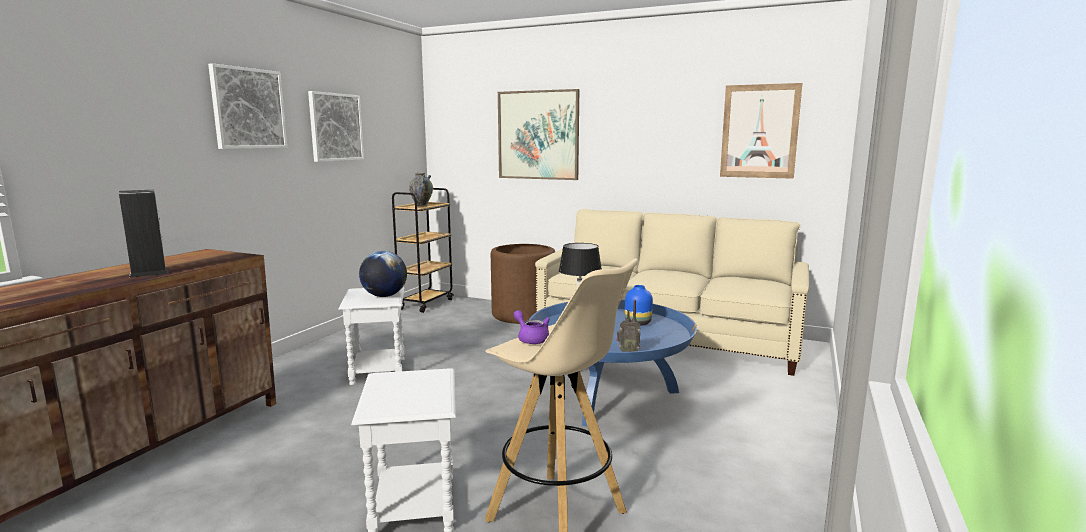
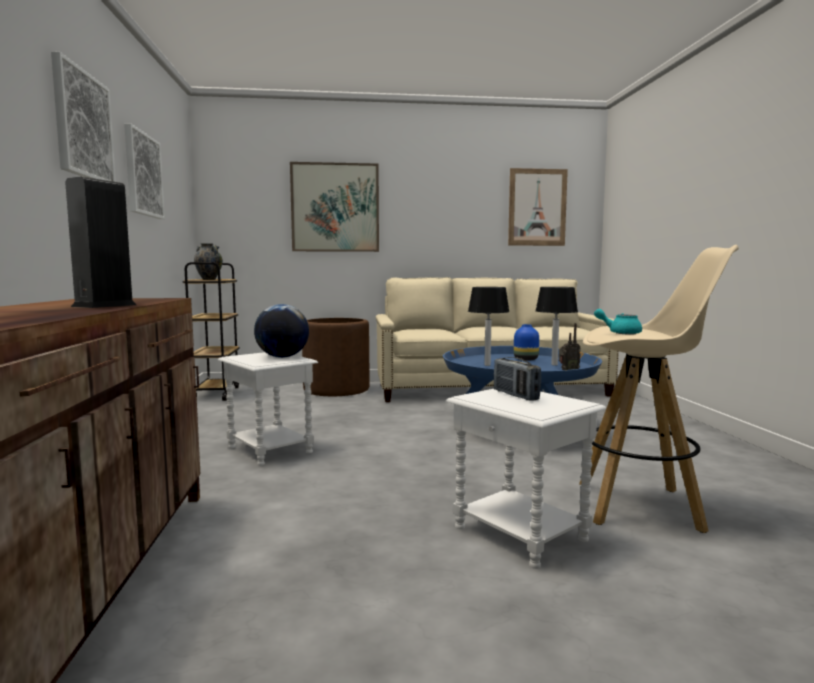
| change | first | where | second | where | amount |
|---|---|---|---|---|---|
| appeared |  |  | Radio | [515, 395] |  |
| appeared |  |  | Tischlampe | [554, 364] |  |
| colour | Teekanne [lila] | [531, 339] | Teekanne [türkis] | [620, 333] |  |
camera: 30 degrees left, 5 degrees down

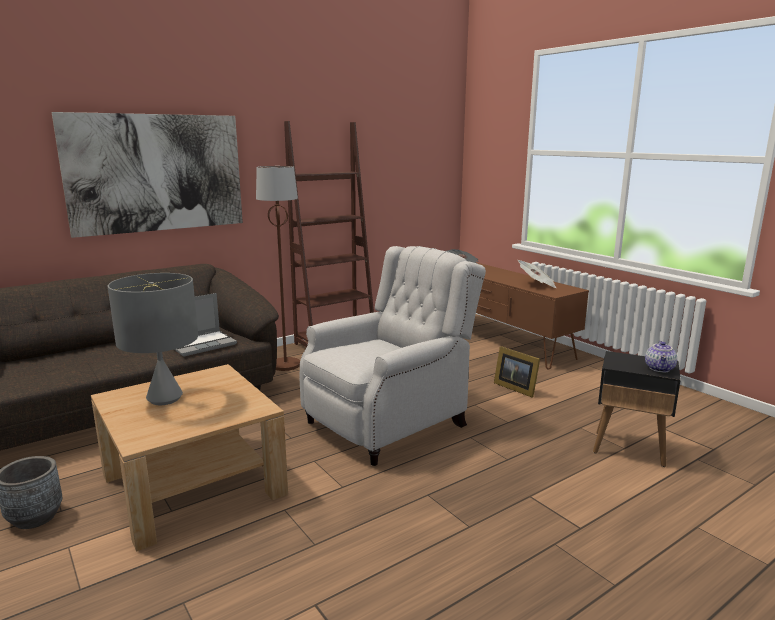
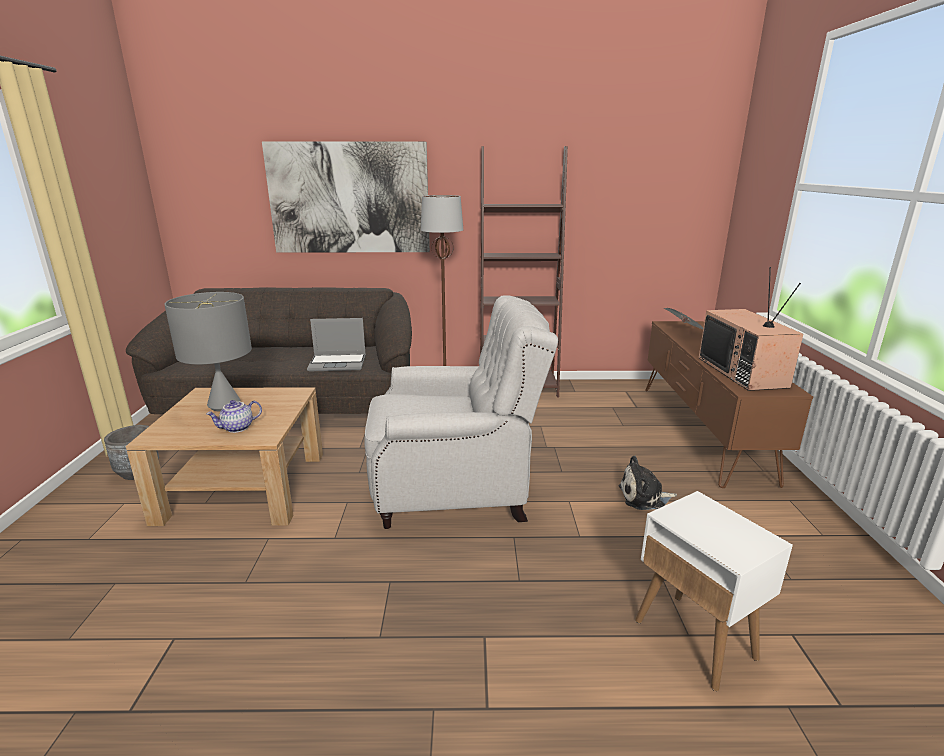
| change | first | where | second | where | amount |
|---|---|---|---|---|---|
| relocated | Teekanne | [660, 369] |  | [237, 428] |  |
| exchanged | Bilderrahmen | [515, 387] | Plüschtier | [644, 497] |  |
| exchanged | Zeitung | [537, 284] | Fernseher | [744, 372] |  |
| colour | Beistelltisch [schwarz] | [630, 449] | Beistelltisch [weiß] | [695, 640] |  |
camera: 35 degrees right, 5 degrees up

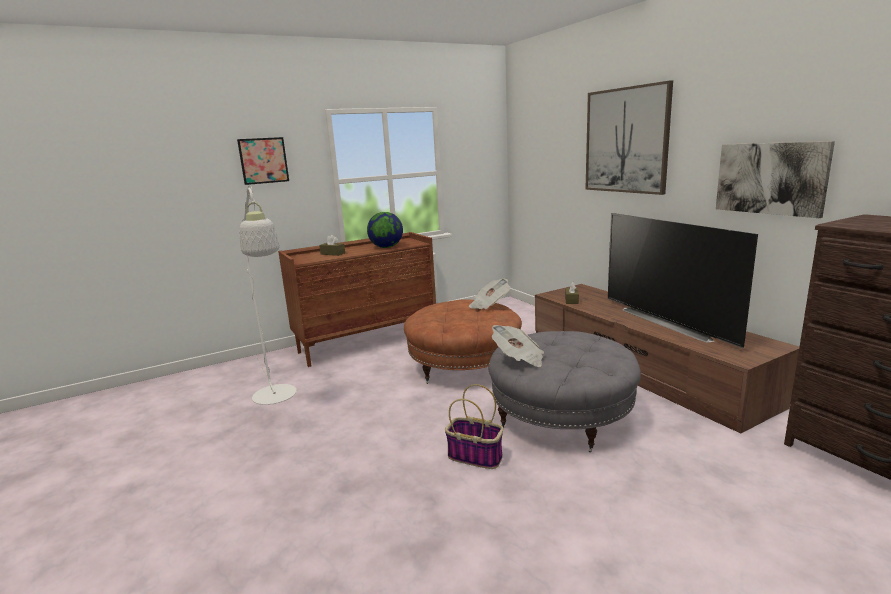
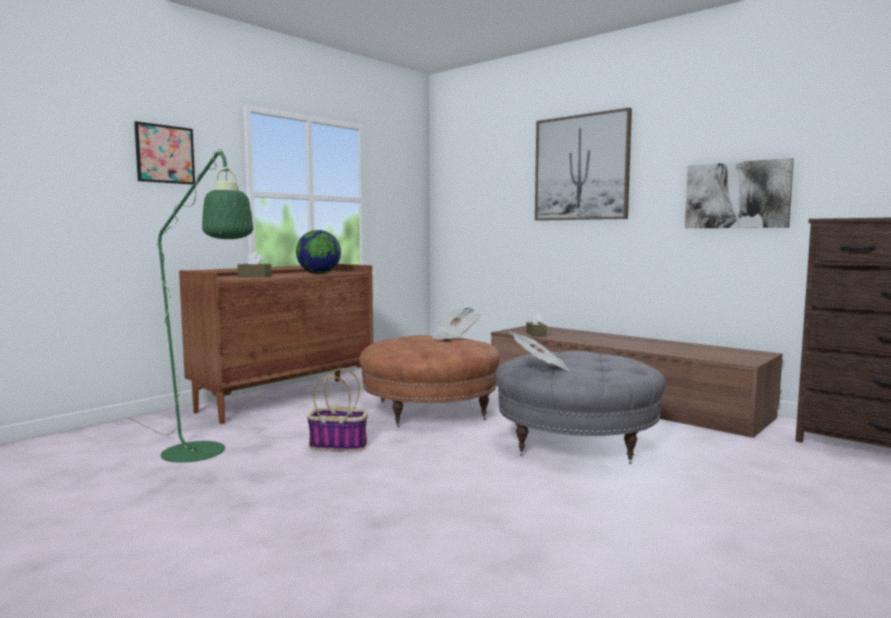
| change | first | where | second | where | amount |
|---|---|---|---|---|---|
| missing | Fernseher | [670, 322] |  |  |  |
| relocated | Korb | [476, 456] |  | [339, 445] |  |
| colour | Stehlampe [weiß] | [277, 398] | Stehlampe [grün] | [202, 455] |  |
camera: 20 degrees left, 10 degrees down

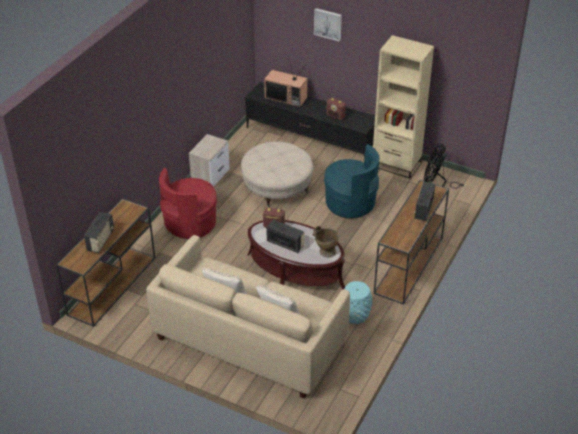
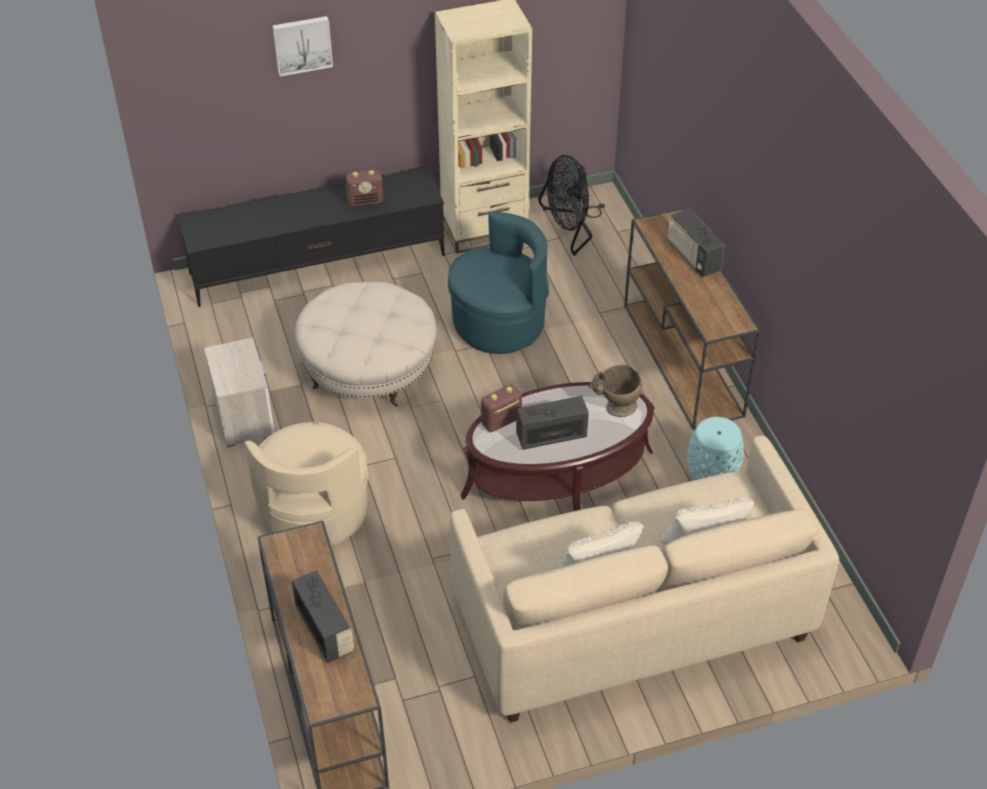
| change | first | where | second | where | amount |
|---|---|---|---|---|---|
| missing | Fernseher | [286, 97] |  |  |  |
| colour | Sessel [rot] | [190, 223] | Sessel [beige] | [314, 512] |  |
camera: 45 degrees left, 5 degrees up

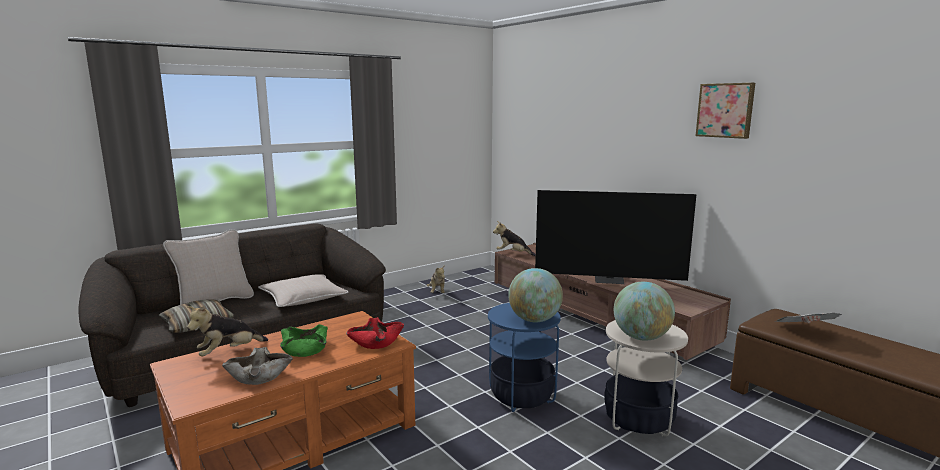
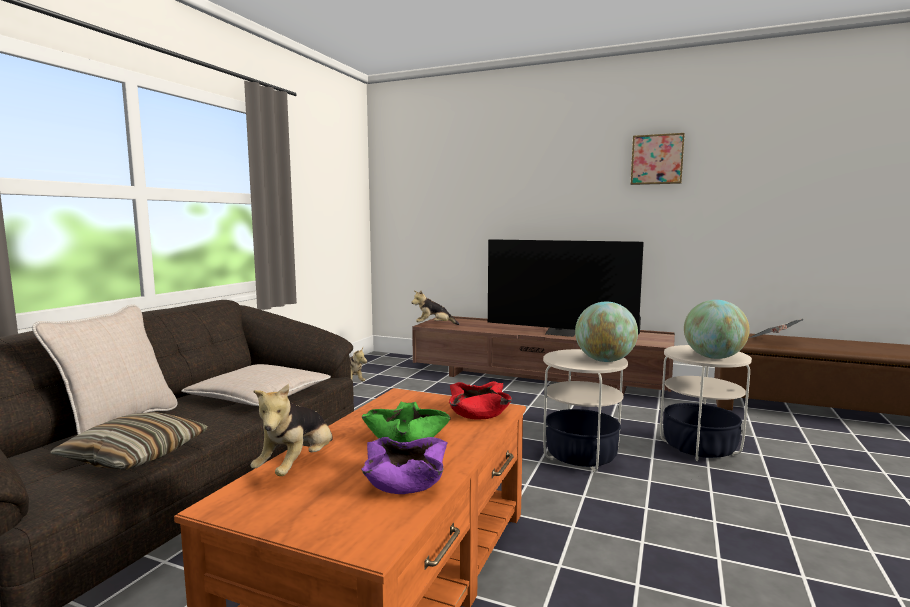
| change | first | where | second | where | amount |
|---|---|---|---|---|---|
| colour | Schüssel [beige] | [259, 375] | Schüssel [lila] | [404, 479] |  |
| colour | Beistelltisch [blau] | [521, 397] | Beistelltisch [beige] | [580, 457] |  |
| spun | Fernseher | [609, 280] |  | [561, 333] | 45 degrees clockwise |
camera: 30 degrees left, 5 degrees down

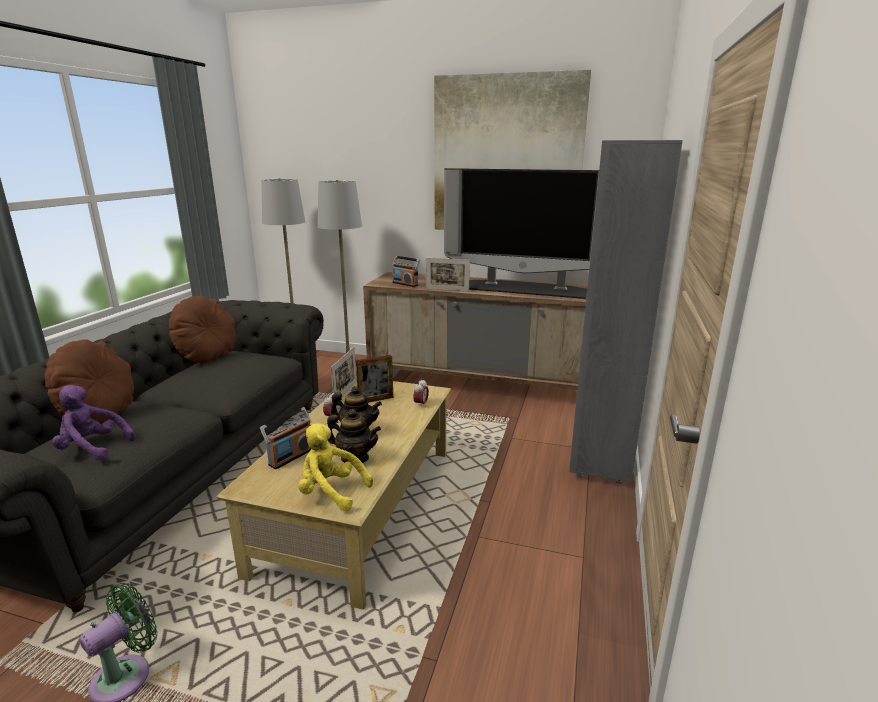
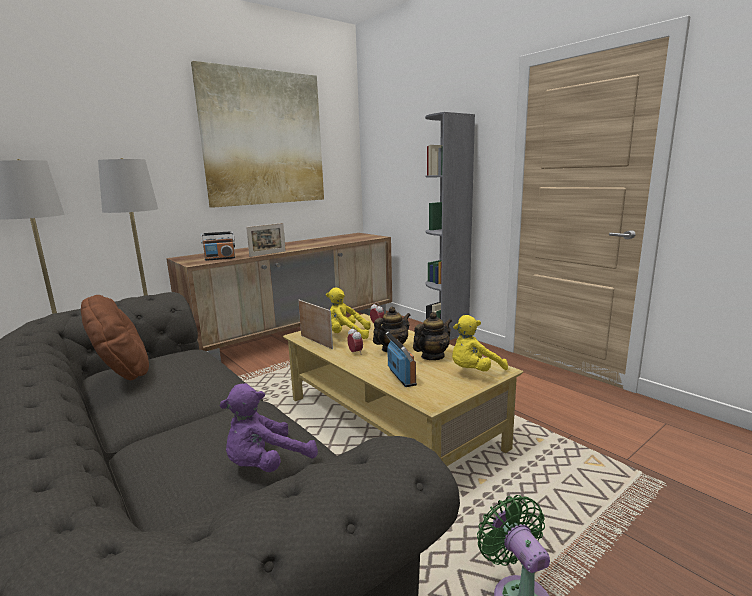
| change | first | where | second | where | amount |
|---|---|---|---|---|---|
| missing | Kissen [braun] | [100, 417] |  |  |  |
| missing | Fernseher | [524, 289] |  |  |  |
| exchanged | Bilderrahmen | [375, 399] | Plüschtier [gelb] | [346, 335] |  |
camera: 55 degrees left, 5 degrees down

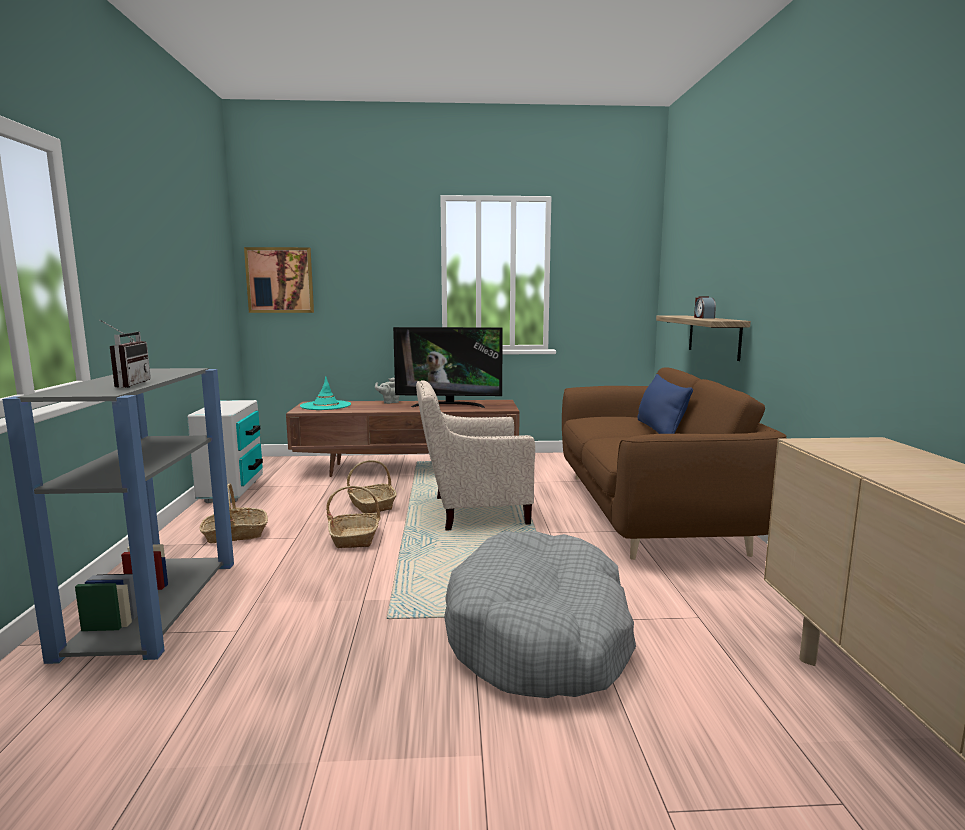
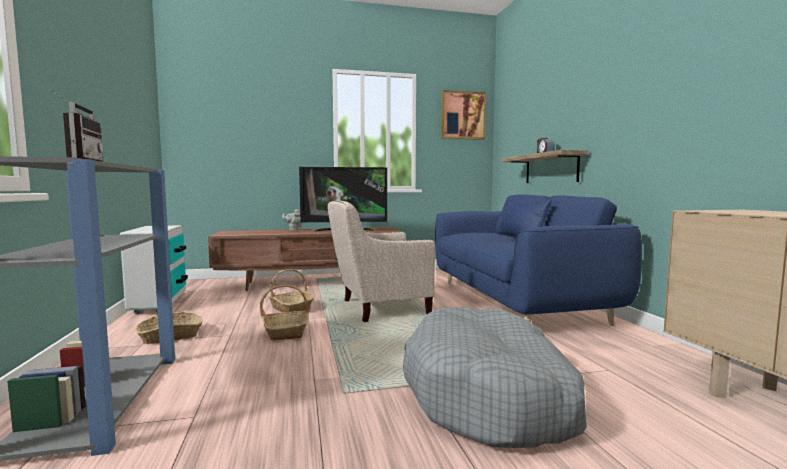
| change | first | where | second | where | amount |
|---|---|---|---|---|---|
| missing | Hut [türkis] | [325, 406] |  |  |  |
| relocated | Bild | [280, 280] |  | [463, 115] |  |
| colour | Sofa [braun] | [649, 510] | Sofa [blau] | [516, 301] |  |
camera: 10 degrees left, 5 degrees down

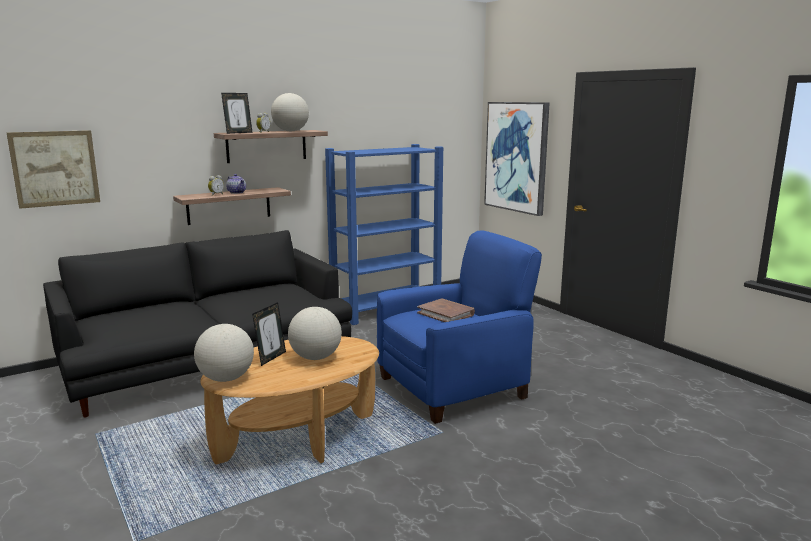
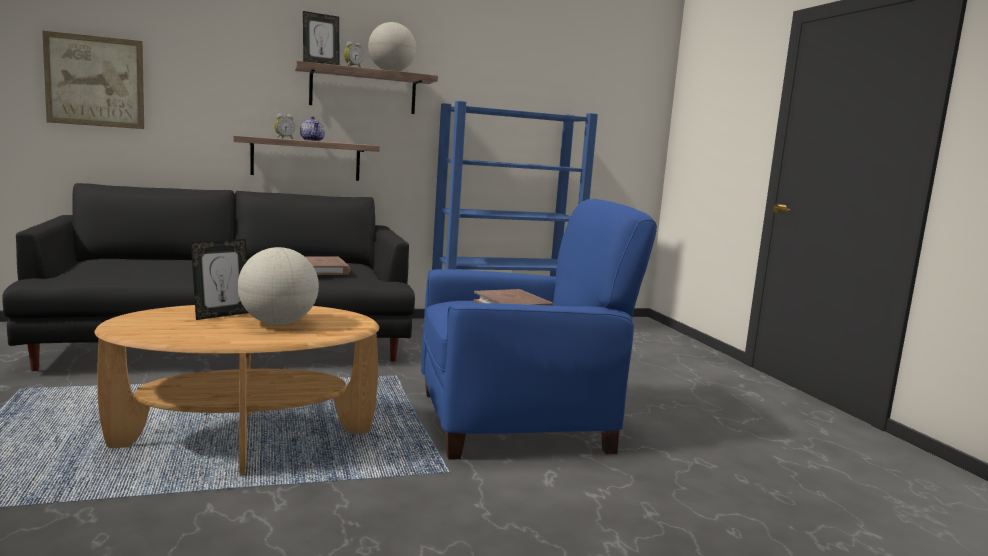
| change | first | where | second | where | amount |
|---|---|---|---|---|---|
| missing | Globus | [226, 379] |  |  |  |
| missing | Bild | [517, 157] |  |  |  |
| appeared |  |  | Buch [braun] | [322, 269] |  |
camera: 15 degrees right, 5 degrees down

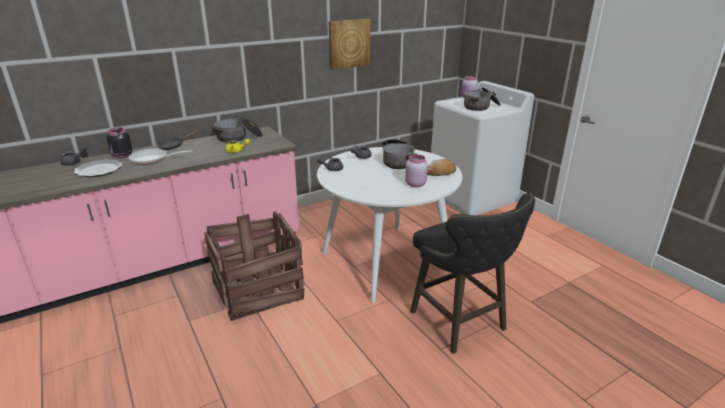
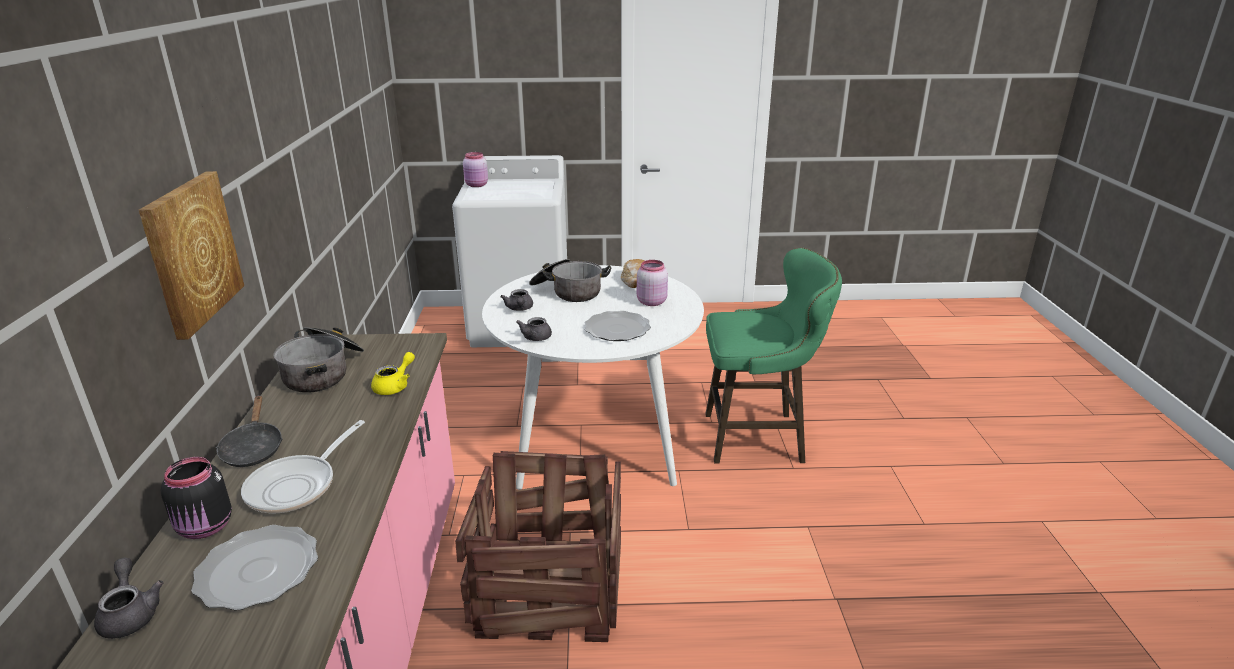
| change | first | where | second | where | amount |
|---|---|---|---|---|---|
| missing | Kochtopf | [481, 107] |  |  |  |
| appeared |  |  | Teller | [617, 329] |  |
| relocated | Bild | [349, 43] |  | [191, 252] |  |
| colour | Hocker [schwarz] | [460, 323] | Hocker [grün] | [759, 437] |  |
camera: 60 degrees left, 0 degrees up

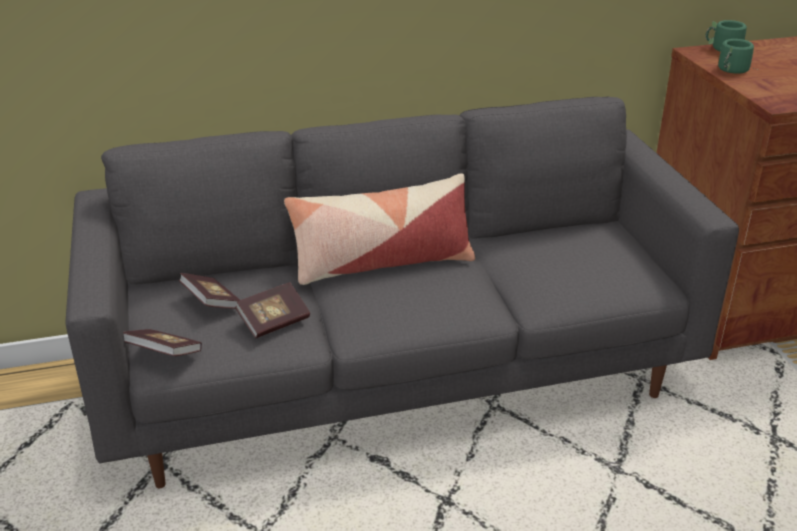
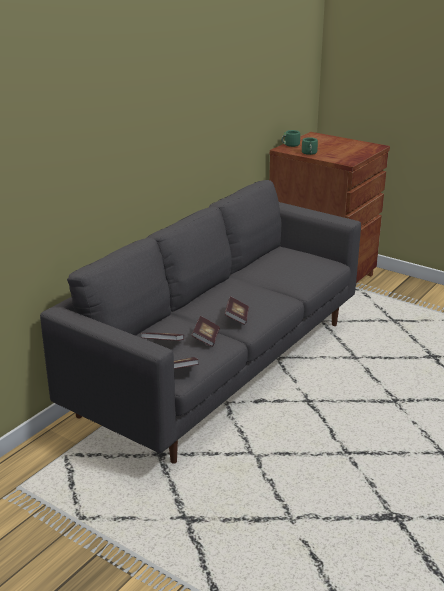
| change | first | where | second | where | amount |
|---|---|---|---|---|---|
| missing | Kissen | [382, 262] |  |  |  |
| appeared |  |  | Buch | [237, 317] |  |
camera: 40 degrees left, 5 degrees down

